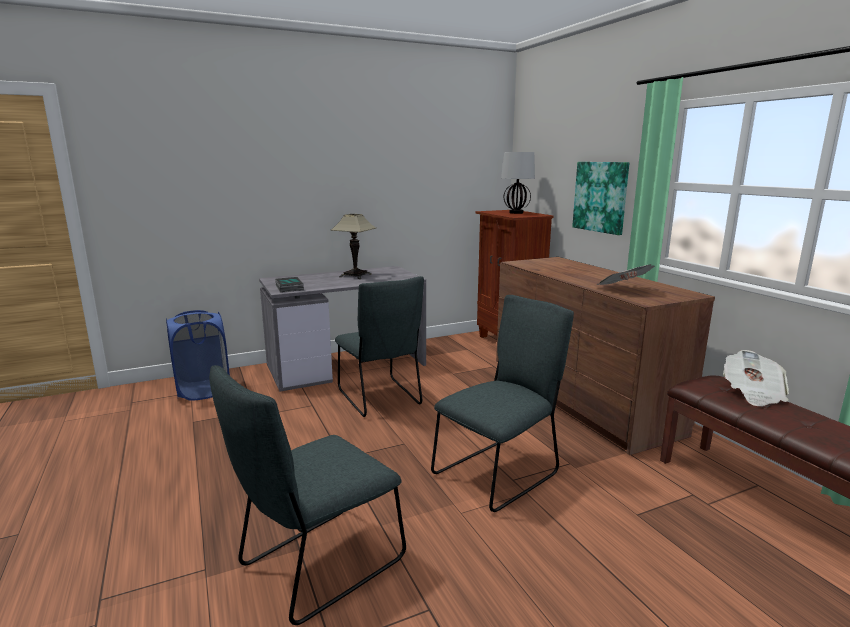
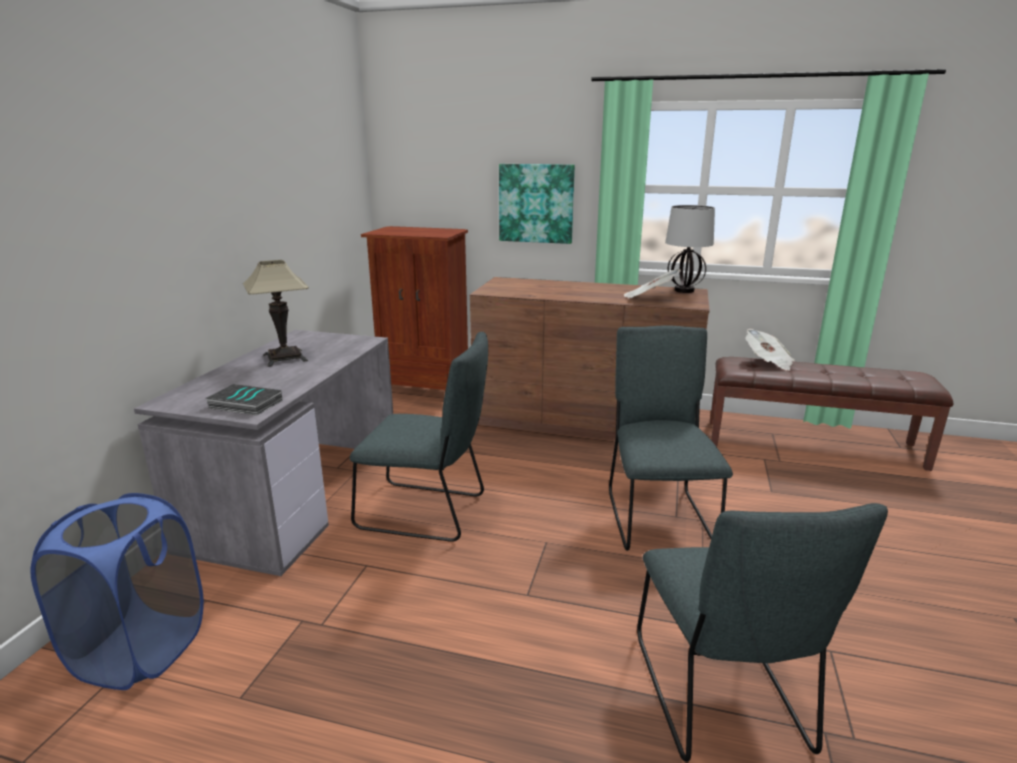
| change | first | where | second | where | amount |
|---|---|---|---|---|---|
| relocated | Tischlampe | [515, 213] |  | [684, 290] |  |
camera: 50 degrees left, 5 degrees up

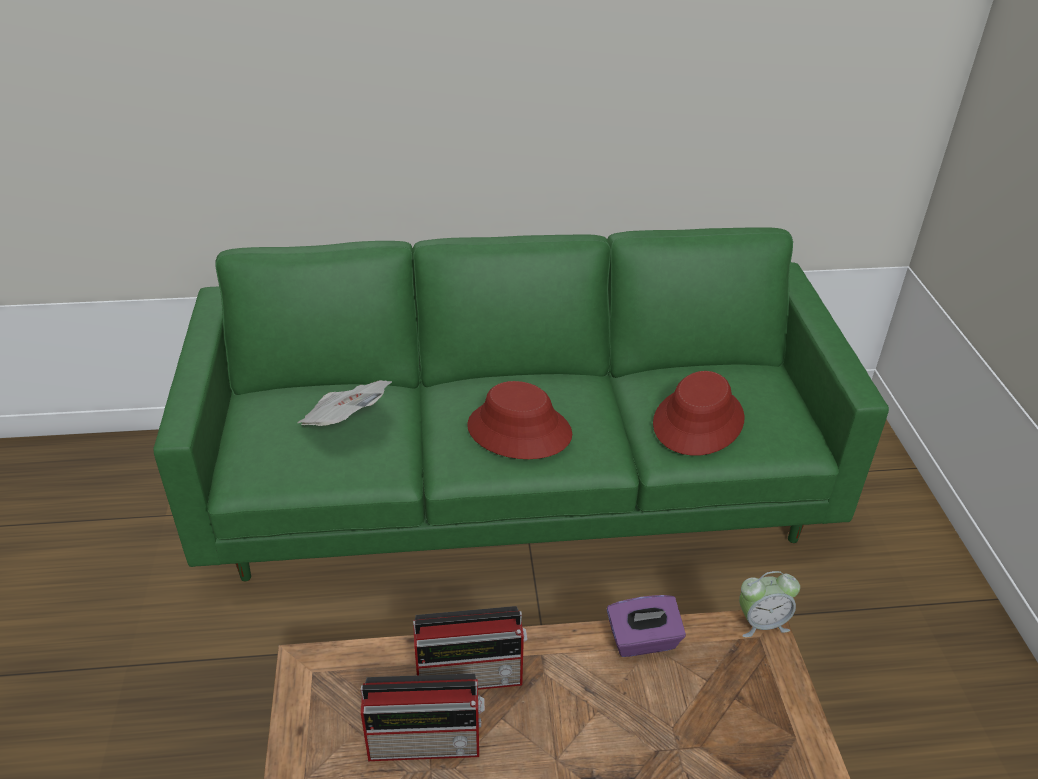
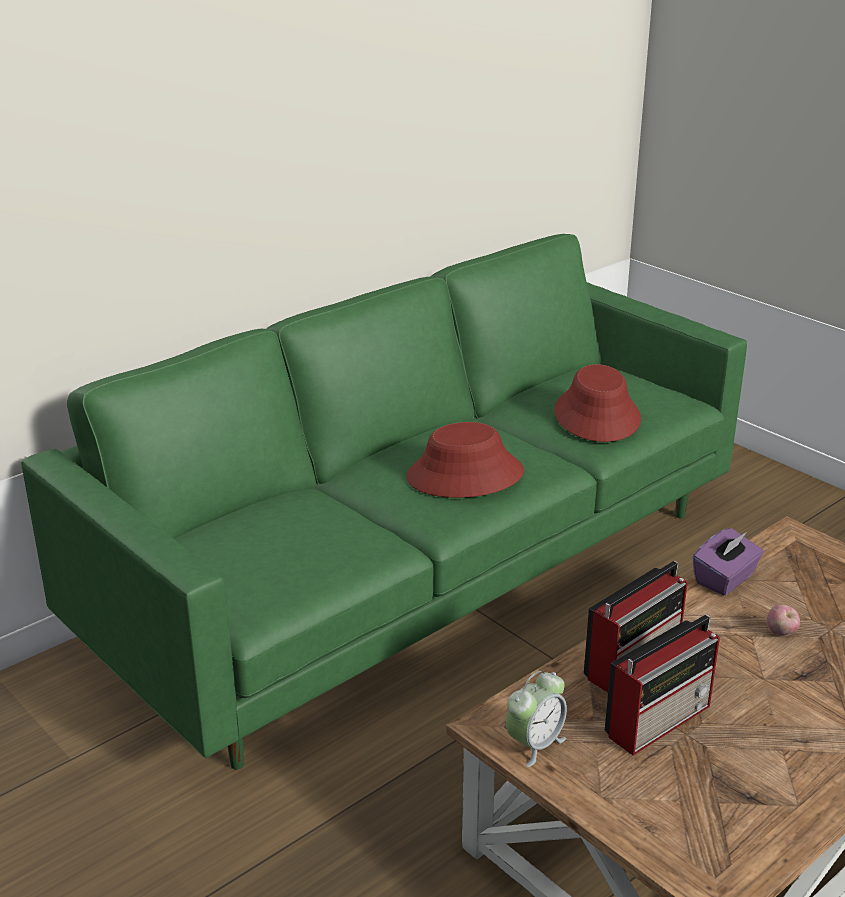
| change | first | where | second | where | amount |
|---|---|---|---|---|---|
| missing | Zeitung | [346, 422] |  |  |  |
| appeared |  |  | Apfel | [781, 633] |  |
| relocated | Wecker | [761, 622] |  | [534, 744] |  |
camera: 35 degrees left, 10 degrees down

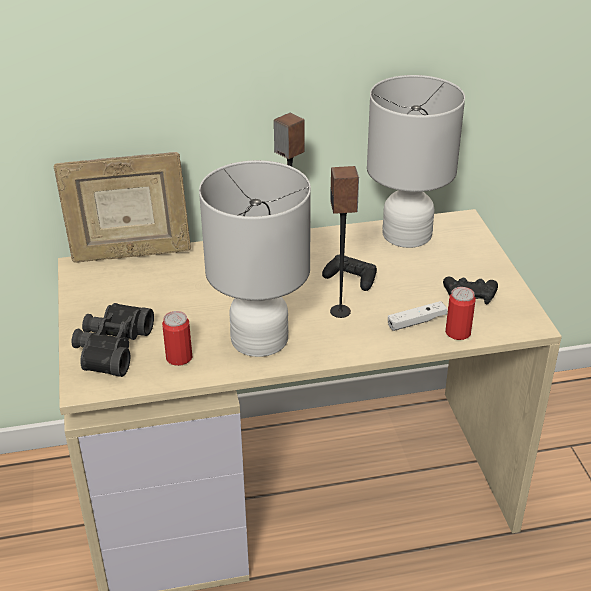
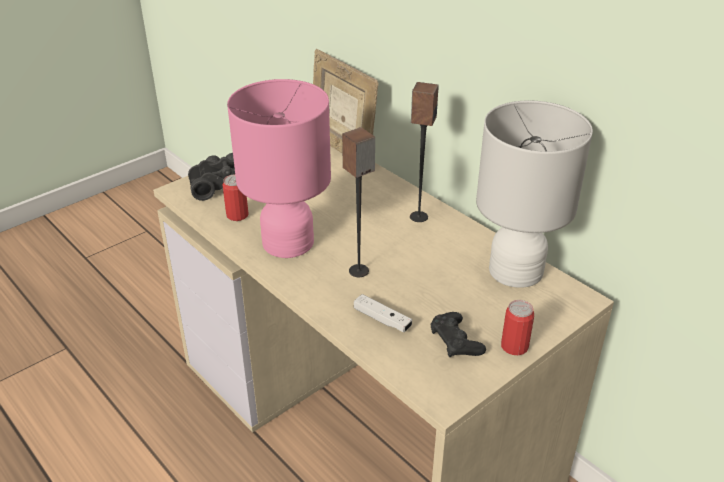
| change | first | where | second | where | amount |
|---|---|---|---|---|---|
| missing | Gamepad [schwarz] | [351, 278] |  |  |  |
| relocated | Dose | [458, 332] |  | [514, 346] |  |
| colour | Tischlampe [grau] | [260, 338] | Tischlampe [rosa] | [289, 243] |  |
camera: 60 degrees right, 0 degrees up

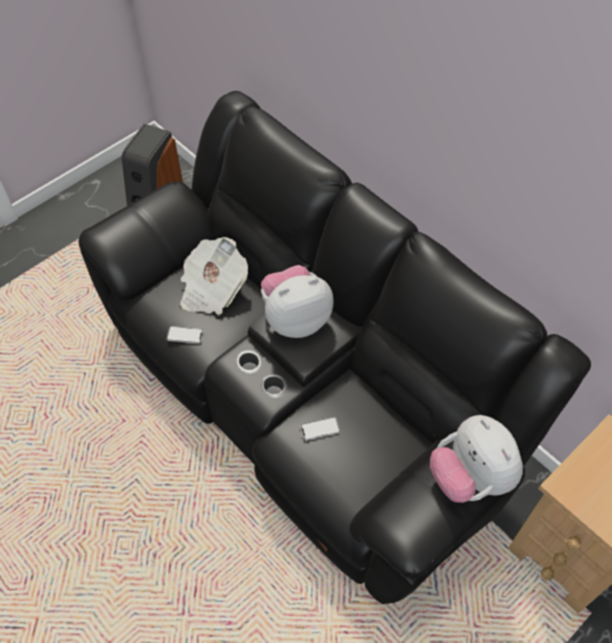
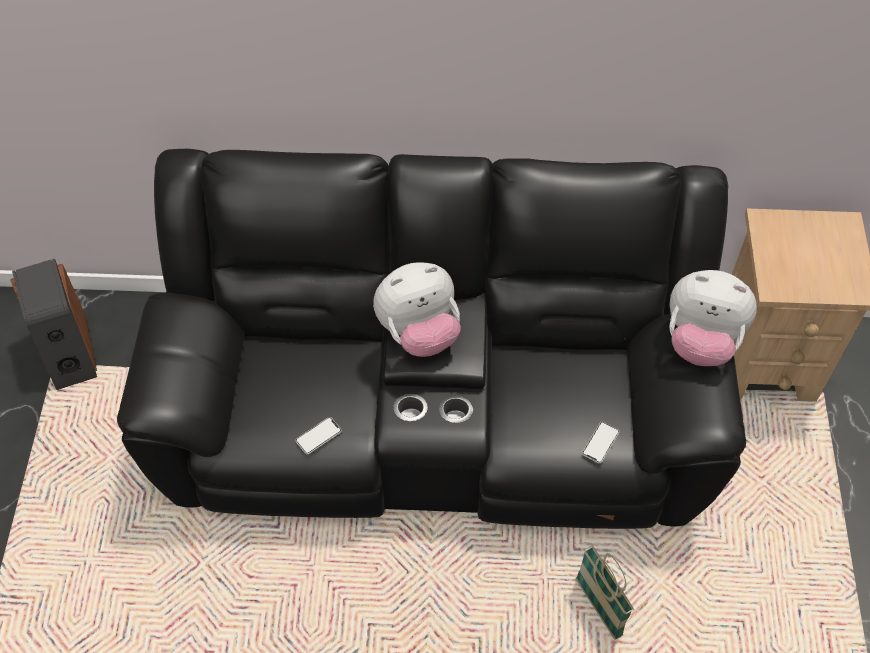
| change | first | where | second | where | amount |
|---|---|---|---|---|---|
| missing | Zeitung | [212, 289] |  |  |  |
| appeared |  |  | Korb | [598, 608] |  |
| relocated | Handy | [320, 429] |  | [600, 443] |  |
| spun | Plüschtier | [295, 318] |  | [419, 332] | 135 degrees counterclockwise |
camera: 45 degrees left, 0 degrees up

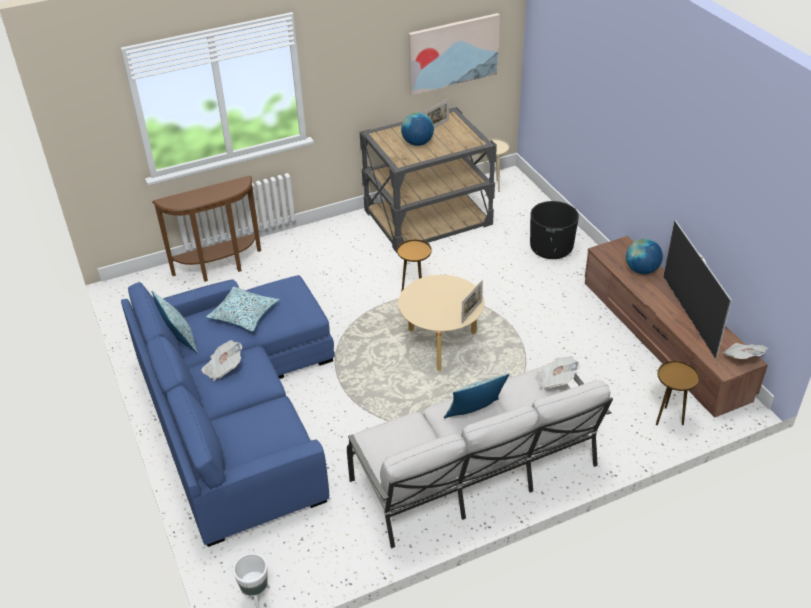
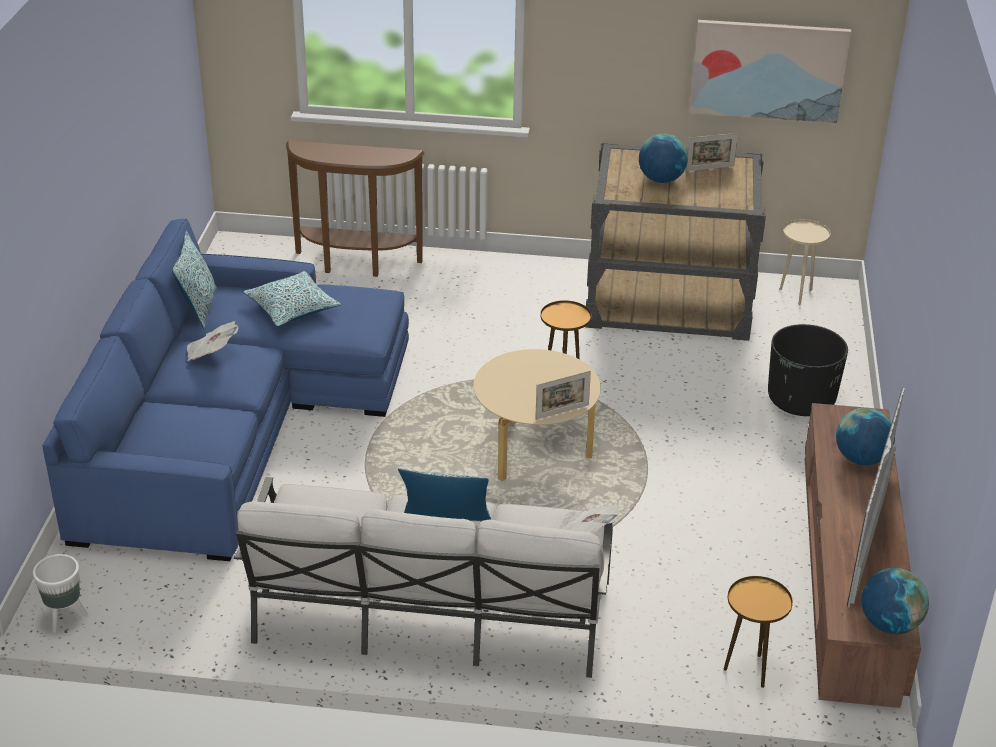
| change | first | where | second | where | amount |
|---|---|---|---|---|---|
| exchanged | Zeitung | [742, 358] | Globus | [889, 624] |  |
camera: 30 degrees right, 5 degrees down

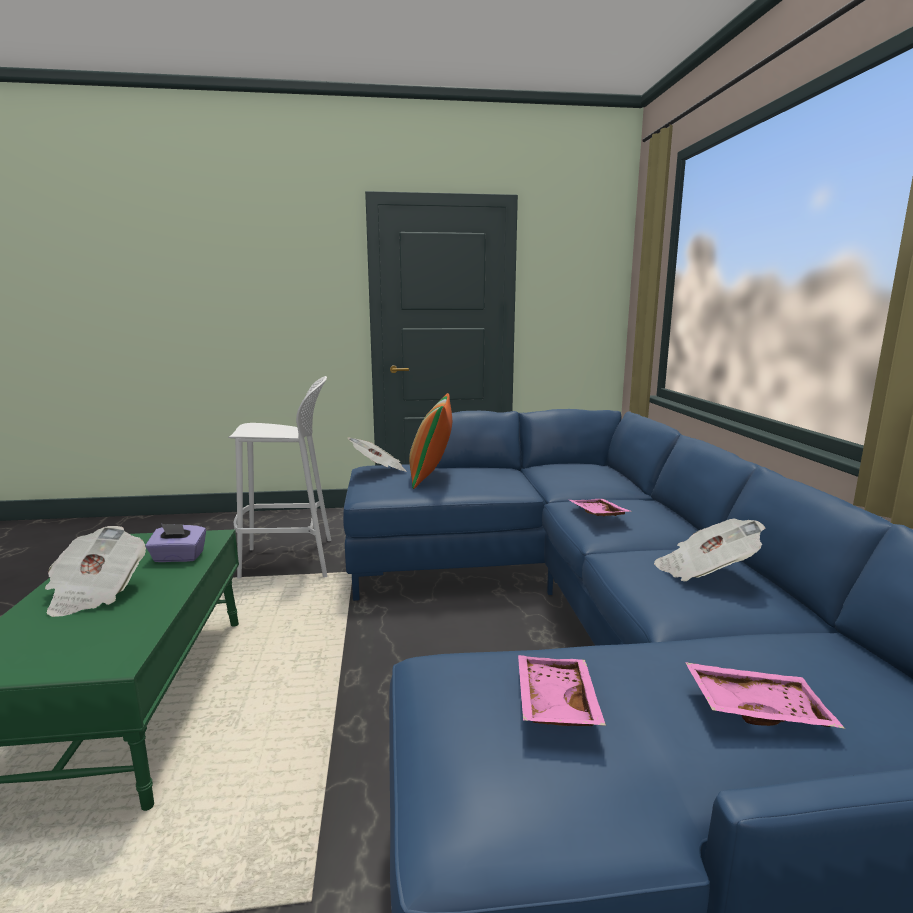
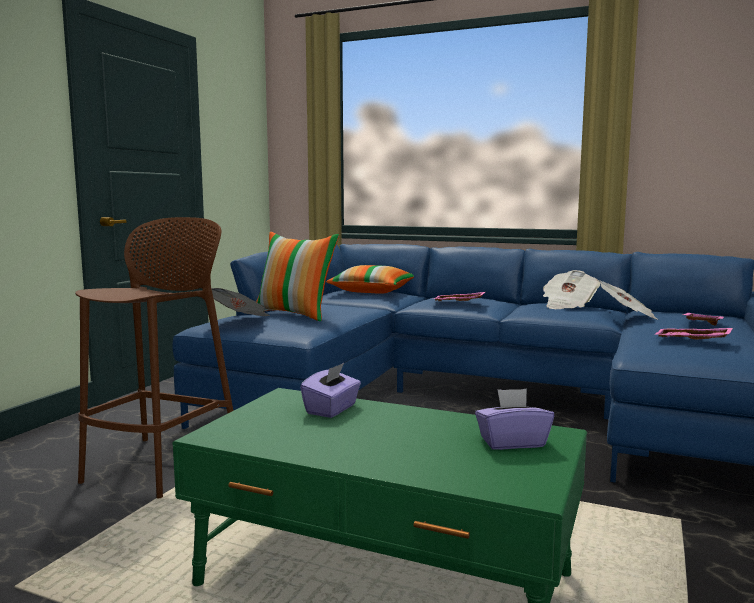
| change | first | where | second | where | amount |
|---|---|---|---|---|---|
| appeared |  |  | Kissen | [372, 292] |  |
| appeared |  |  | Taschentuchbox [lila] | [512, 442] |  |
| relocated | Zeitung | [96, 593] |  | [626, 316] |  |
| colour | Hocker [weiß] | [290, 560] | Hocker [braun] | [161, 466] |  |
camera: 60 degrees left, 5 degrees down

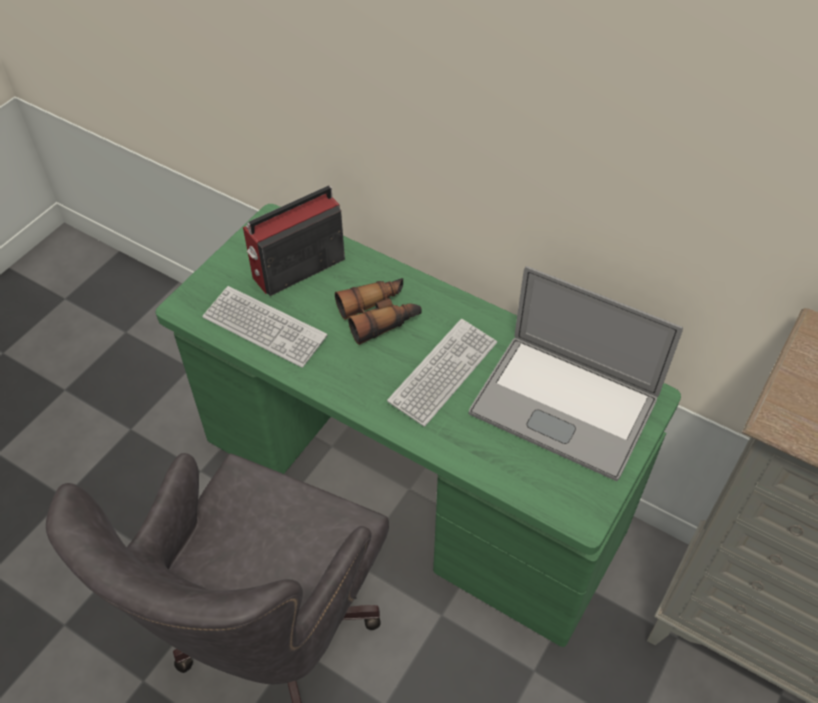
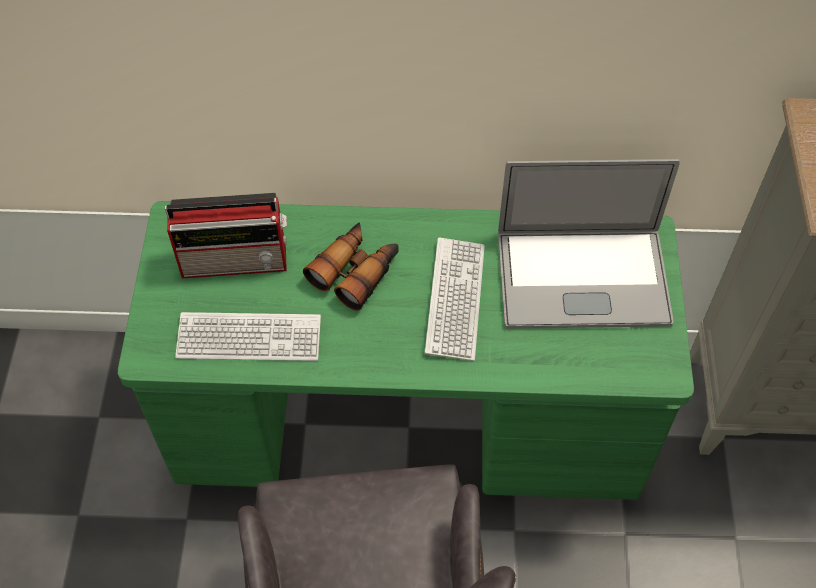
| change | first | where | second | where | amount |
|---|---|---|---|---|---|
| spun | Radio | [297, 268] |  | [237, 260] | 120 degrees counterclockwise |
camera: 30 degrees left, 5 degrees up

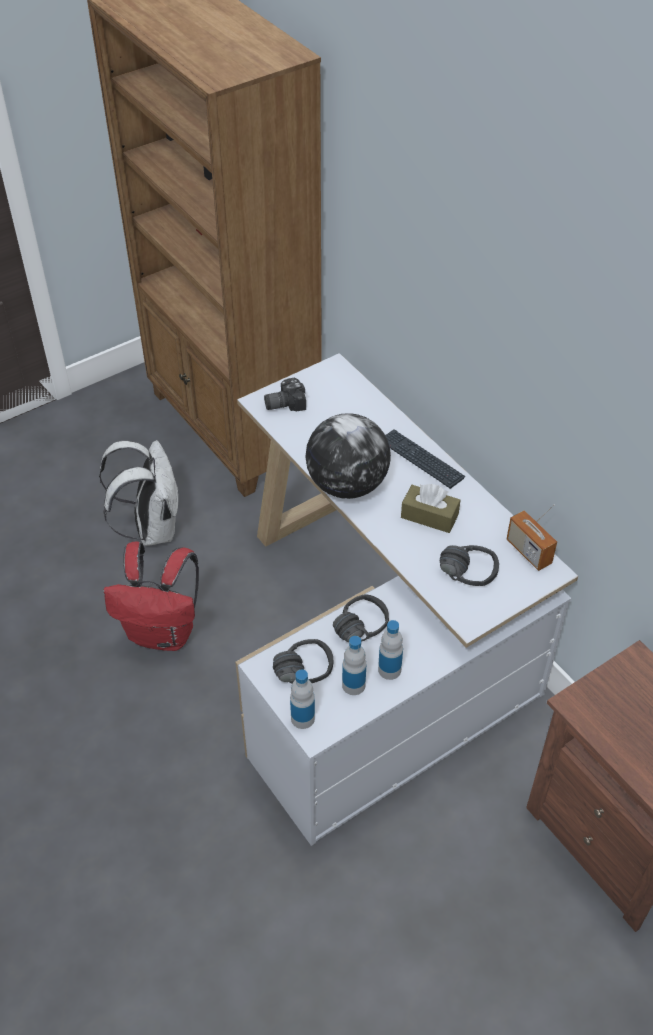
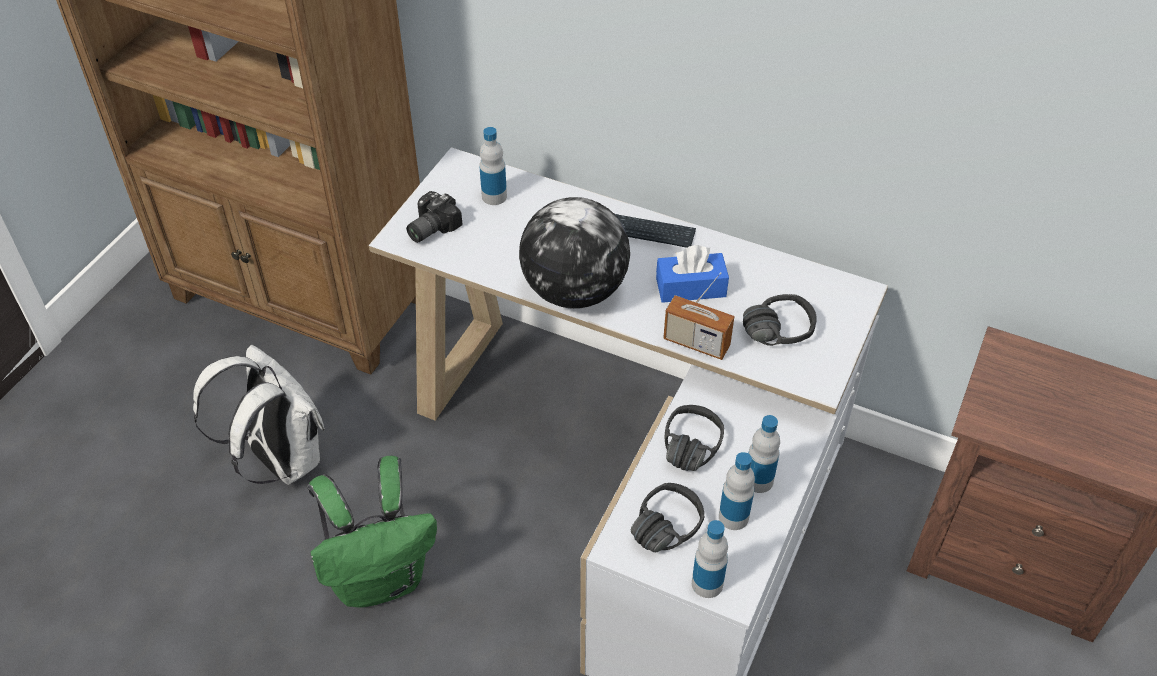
| change | first | where | second | where | amount |
|---|---|---|---|---|---|
| appeared |  |  | Flasche | [494, 196] |  |
| relocated | Radio | [528, 552] |  | [696, 343] |  |
| colour | Rucksack [rot] | [163, 633] | Rucksack [grün] | [381, 578] |  |
| colour | Taschentuchbox [braun] | [429, 516] | Taschentuchbox [blau] | [691, 287] |  |
camera: 30 degrees left, 0 degrees up

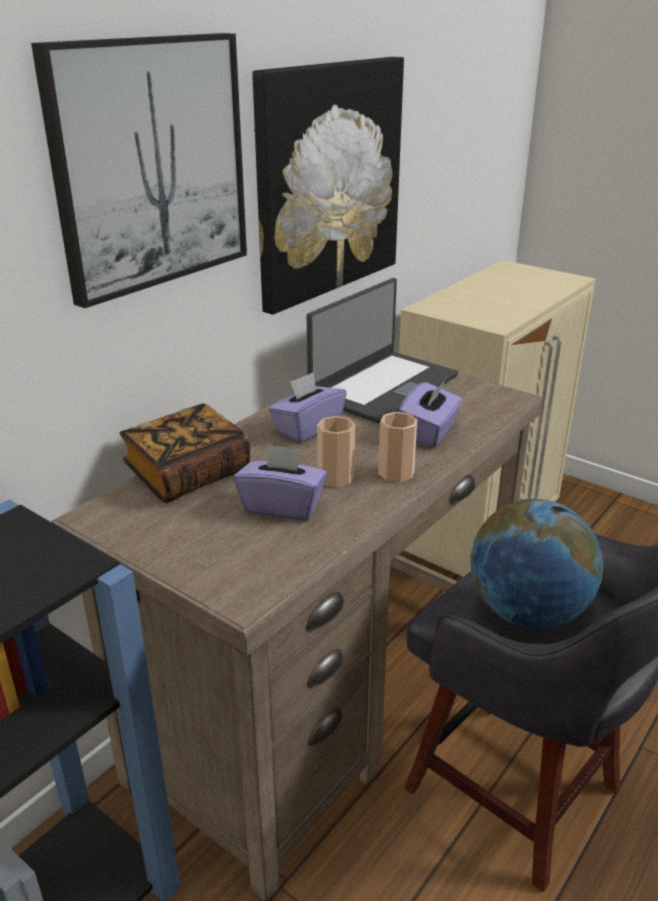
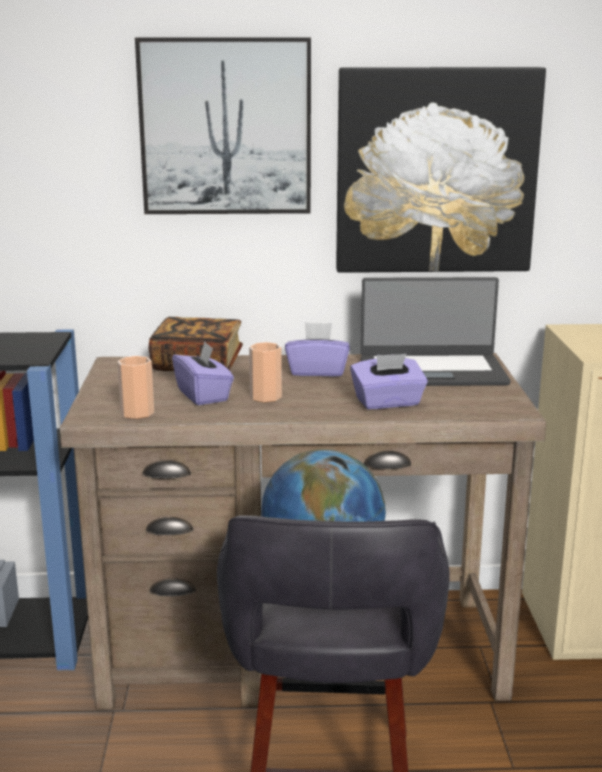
| change | first | where | second | where | amount |
|---|---|---|---|---|---|
| relocated | Tasse | [396, 473] |  | [137, 413] |  |
camera: 50 degrees right, 10 degrees down

